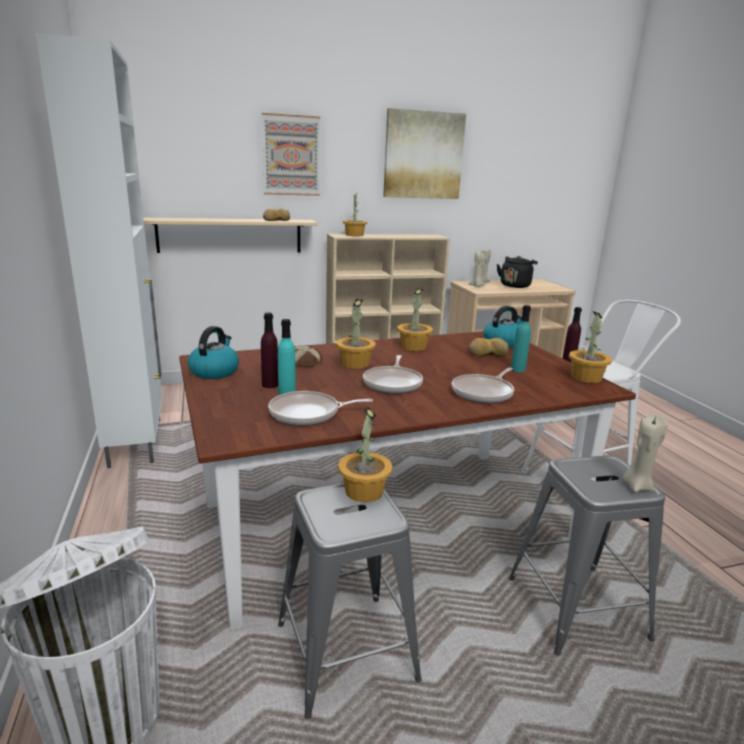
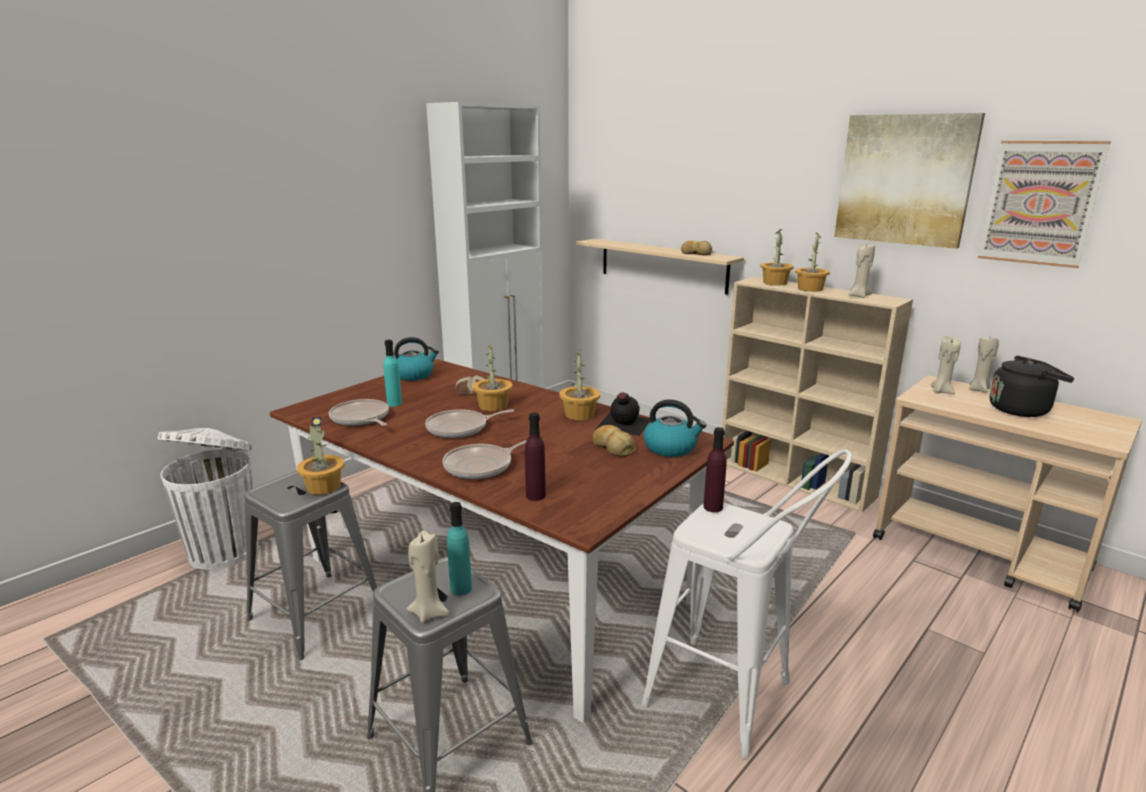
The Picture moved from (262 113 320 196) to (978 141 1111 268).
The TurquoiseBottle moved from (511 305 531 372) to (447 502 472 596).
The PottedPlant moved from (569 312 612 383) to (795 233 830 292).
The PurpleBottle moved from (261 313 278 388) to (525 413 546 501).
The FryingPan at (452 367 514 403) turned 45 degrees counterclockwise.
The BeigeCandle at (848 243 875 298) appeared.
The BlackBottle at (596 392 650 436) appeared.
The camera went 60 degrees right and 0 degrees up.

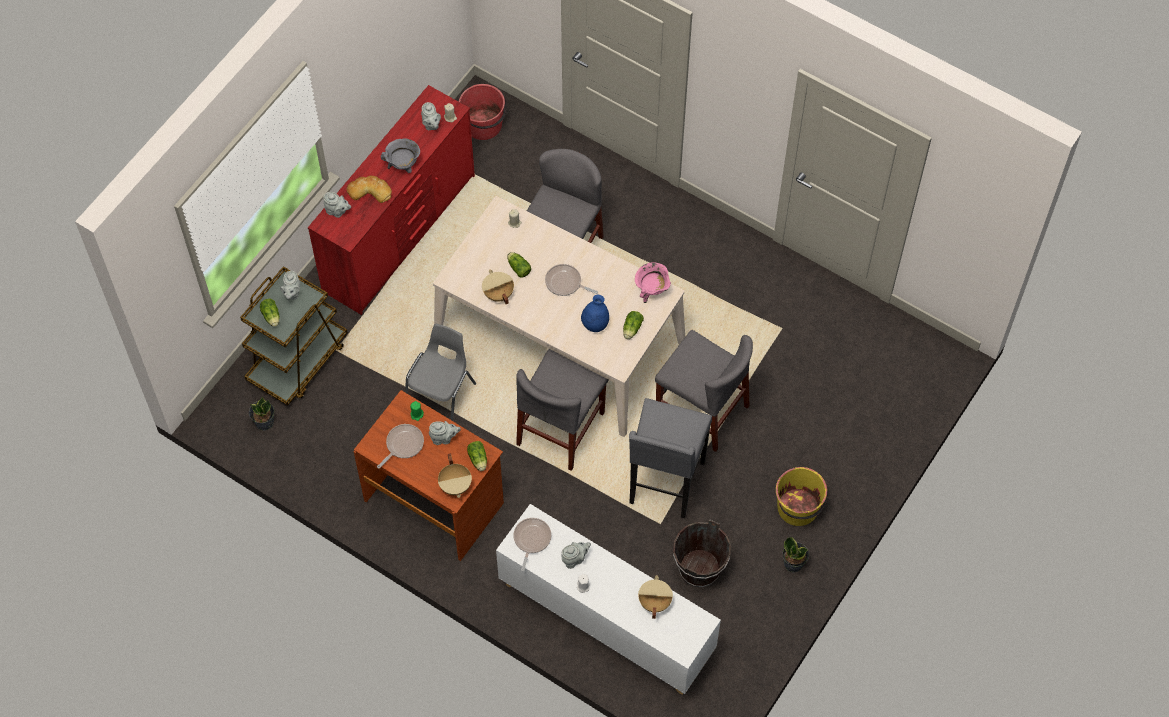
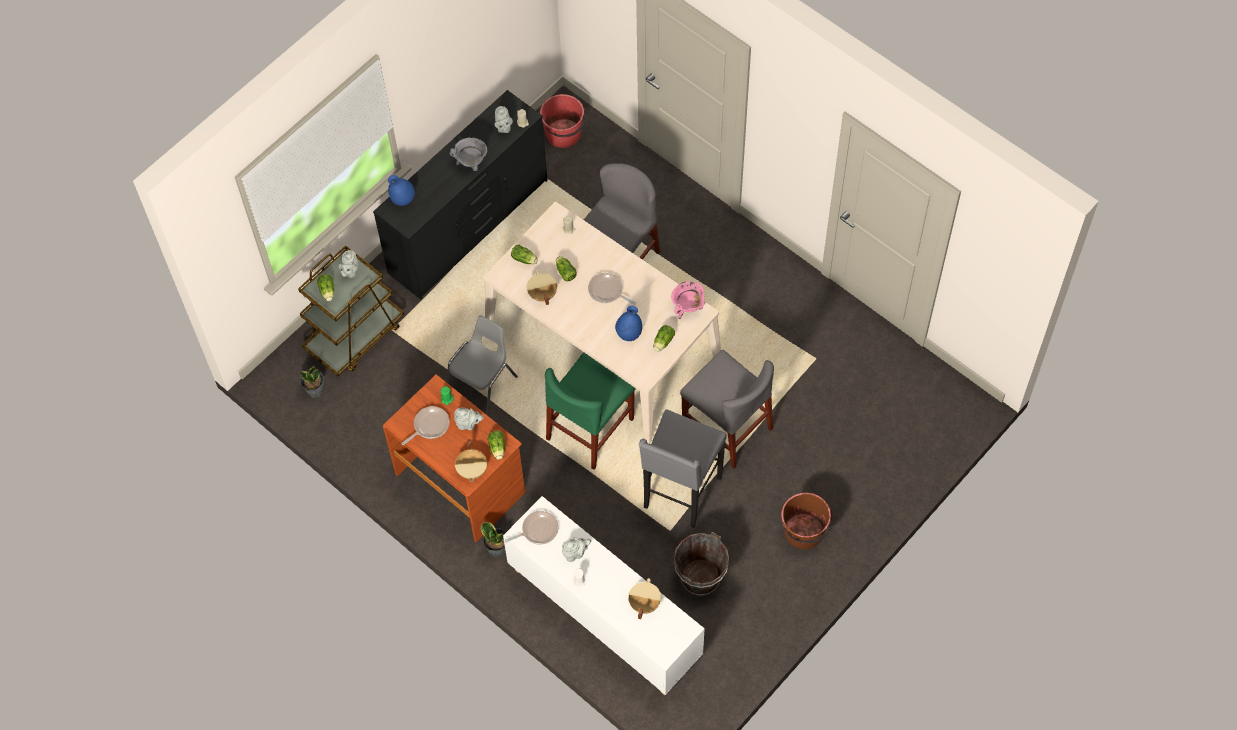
The RedDresser at (308 85 475 315) became the BlackDresser at (373 90 548 299).
The Bread at (347 176 392 203) disappeared.
The GreyTeapot at (323 192 351 218) was replaced by the BlueVase at (388 175 415 206).
The GreyChair at (516 349 608 471) became the GreenChair at (545 353 636 470).
The YellowBucket at (776 467 828 526) became the BrownBucket at (781 493 833 549).
The FryingPan at (513 518 551 571) turned 45 degrees clockwise.
The PottedPlant moved from (783 537 809 572) to (481 522 506 557).
The Lettuce at (511 245 538 265) appeared.
The camera went 10 degrees right and 0 degrees up.

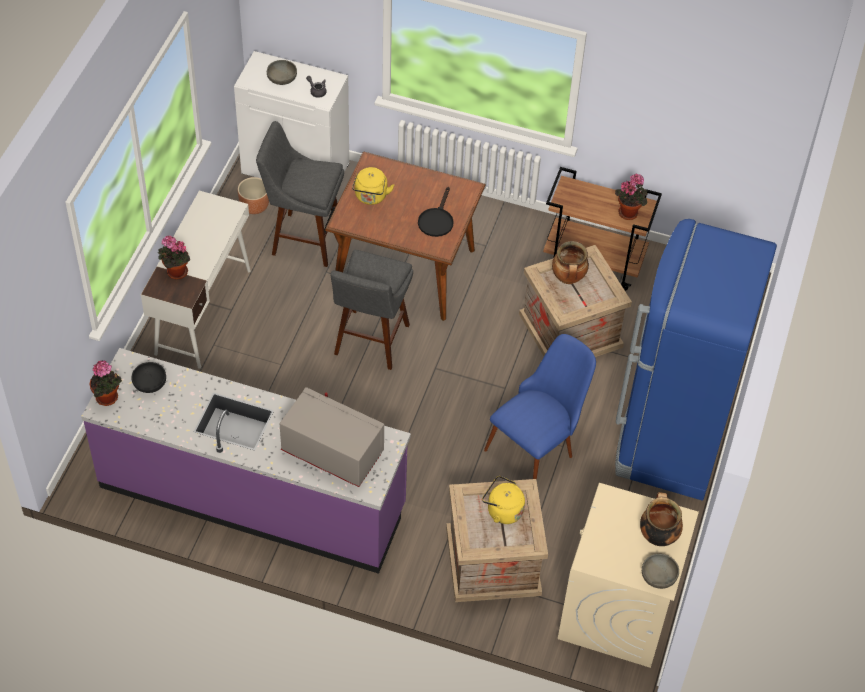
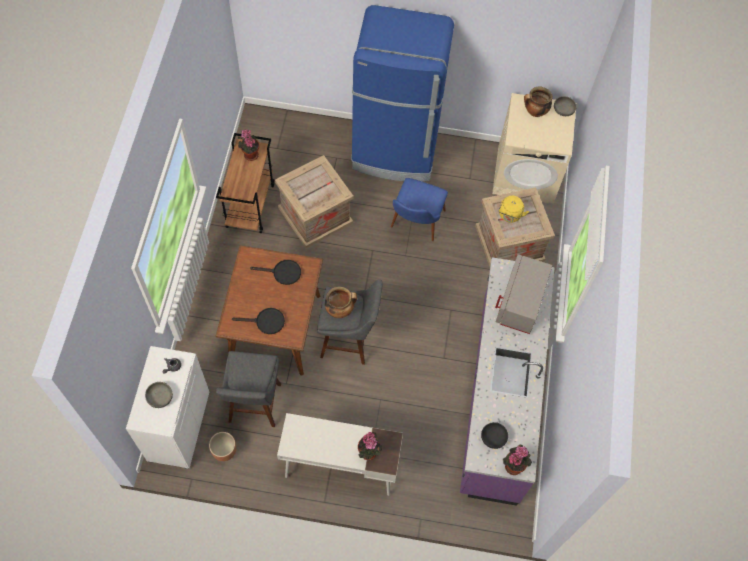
The YellowKettle at (352 167 394 205) was replaced by the BlackFryingPan at (232 308 285 334).
The CookingPot moved from (552 241 589 284) to (325 286 357 318).
The BlueChair at (484 334 596 481) turned 105 degrees counterclockwise.
The camera went 100 degrees left and 10 degrees up.

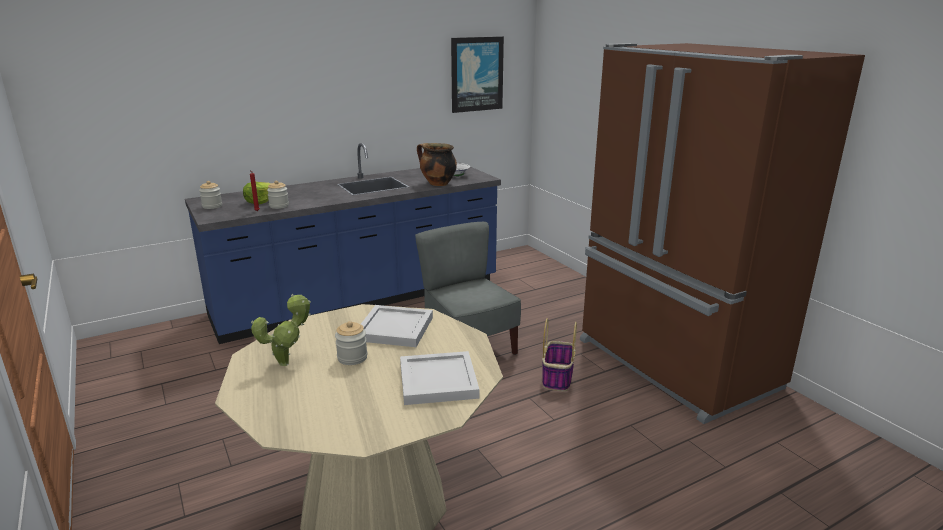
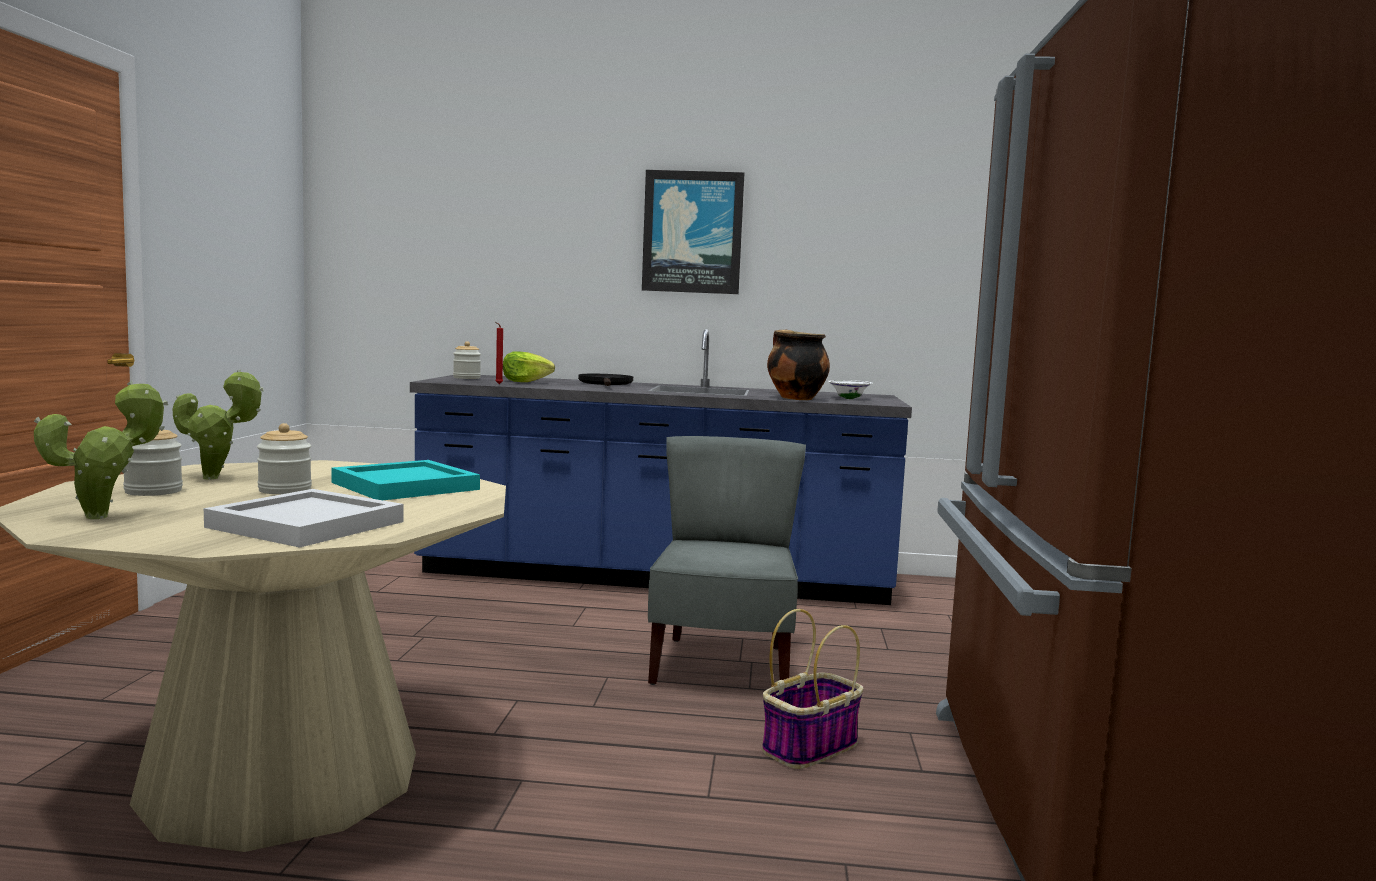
The Picture moved from (451 36 504 113) to (642 170 744 294).
The Jar moved from (267 181 289 209) to (123 430 183 496).
The WhiteTray at (361 305 433 347) became the TurquoiseTray at (331 460 480 500).
The BlackFryingPan at (578 374 633 386) appeared.
The PottedPlant at (34 381 168 519) appeared.
The camera went 35 degrees right and 15 degrees down.

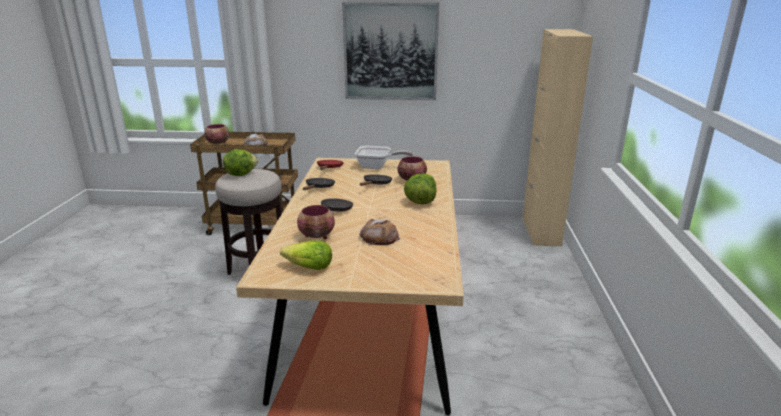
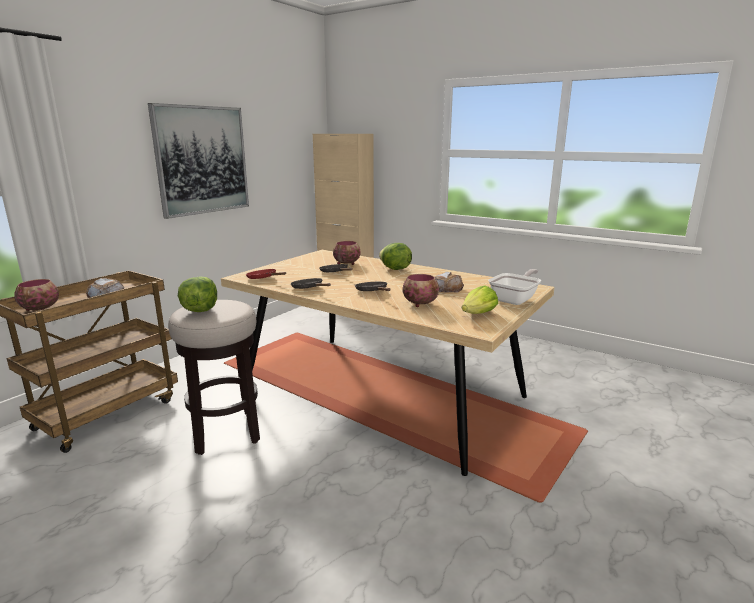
The FryingPan moved from (355 146 413 169) to (488 269 541 305).
The camera went 60 degrees left and 5 degrees down.

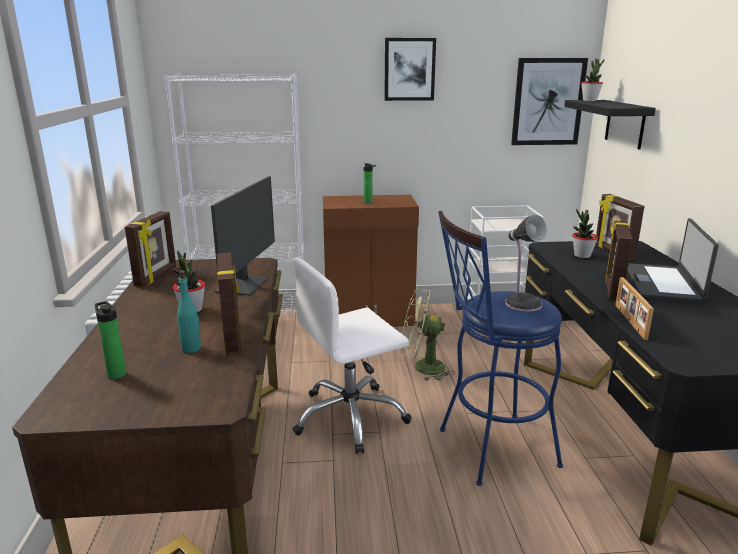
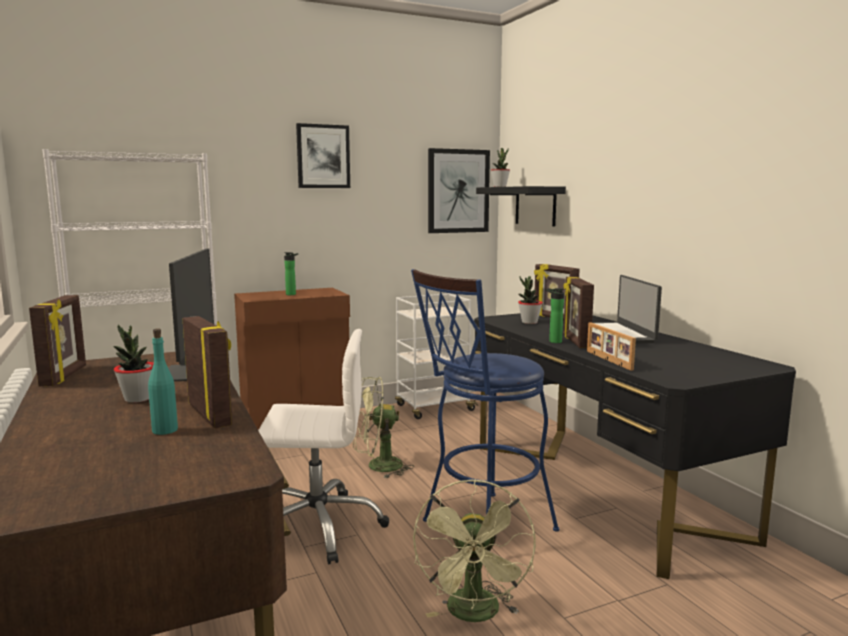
The TableLamp at (505 215 546 312) disappeared.
The WhiteOfficeChair at (293 257 411 454) turned 135 degrees counterclockwise.
The Bottle moved from (95 301 126 379) to (546 288 565 343).
The GreenFan at (413 479 536 622) appeared.
The camera went 20 degrees left and 10 degrees down.

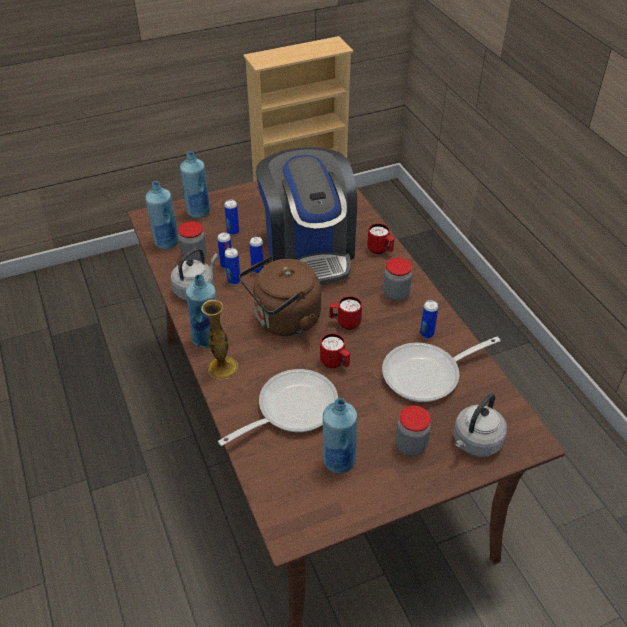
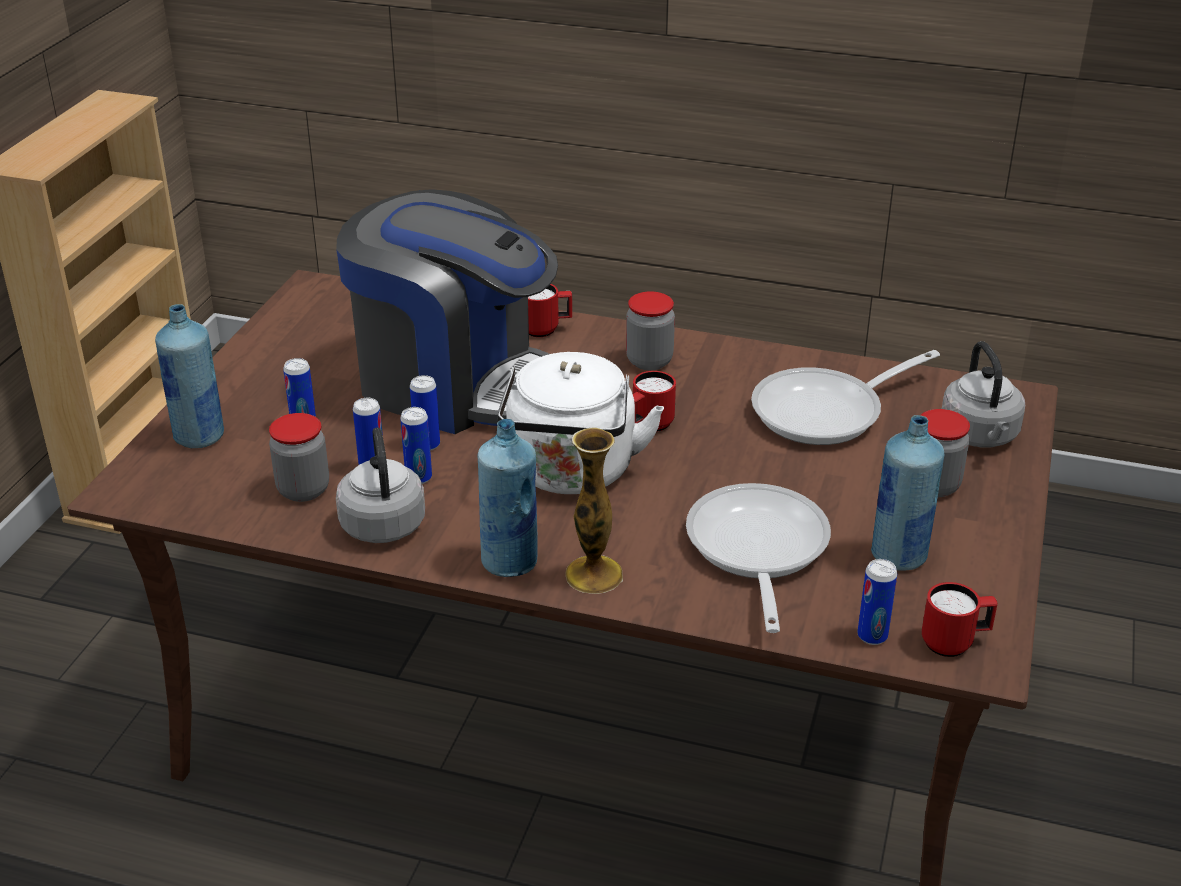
The BlueBottle at (145 181 179 249) disappeared.
The BrownKettle at (239 256 321 336) became the WhiteKettle at (497 352 664 494).
The Can moved from (420 300 438 338) to (857 559 897 645).
The RedMug moved from (320 333 350 368) to (922 582 998 657).
The FryingPan at (382 337 501 402) turned 45 degrees clockwise.
The camera went 50 degrees left and 10 degrees down.

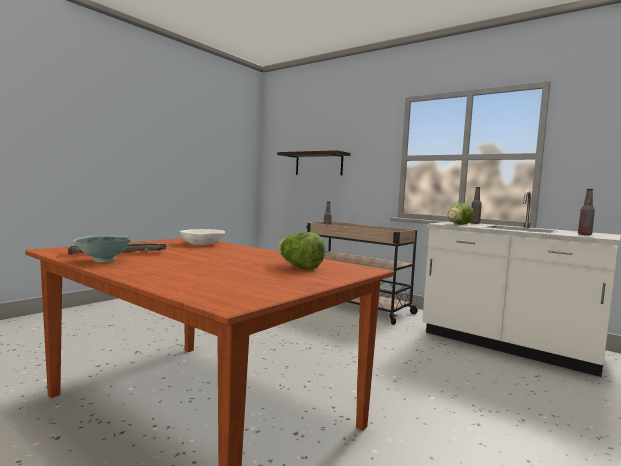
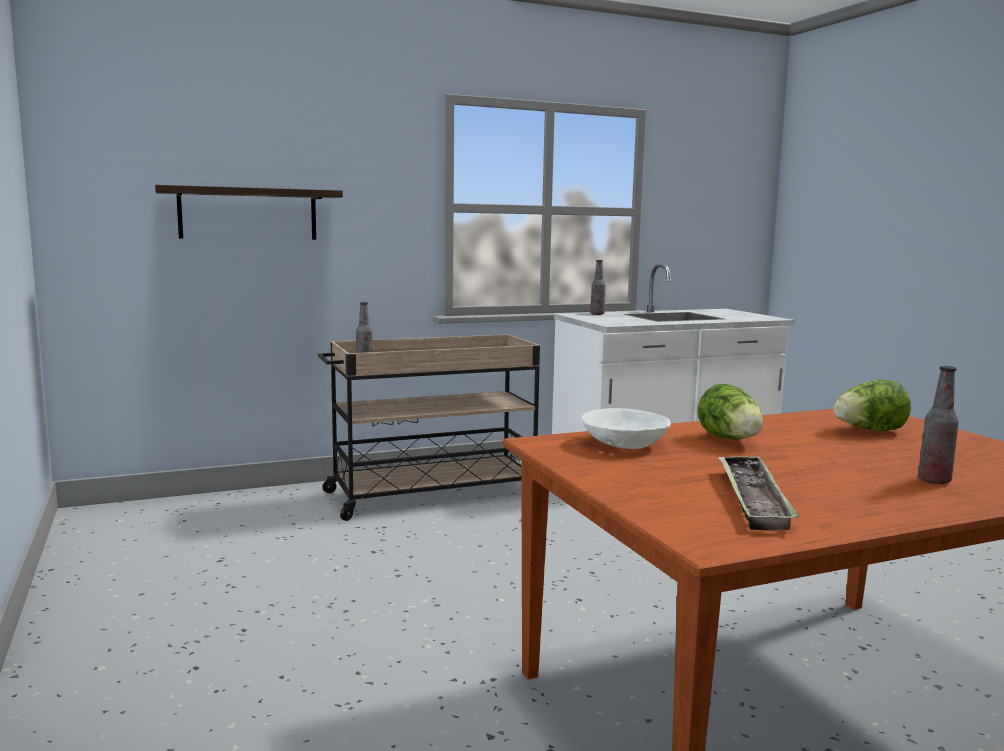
The Bottle moved from (578 189 595 235) to (918 366 959 484).
The Lettuce moved from (448 203 474 225) to (698 383 763 440).
The Bowl at (73 236 132 263) disappeared.
The camera went 60 degrees left and 5 degrees up.

